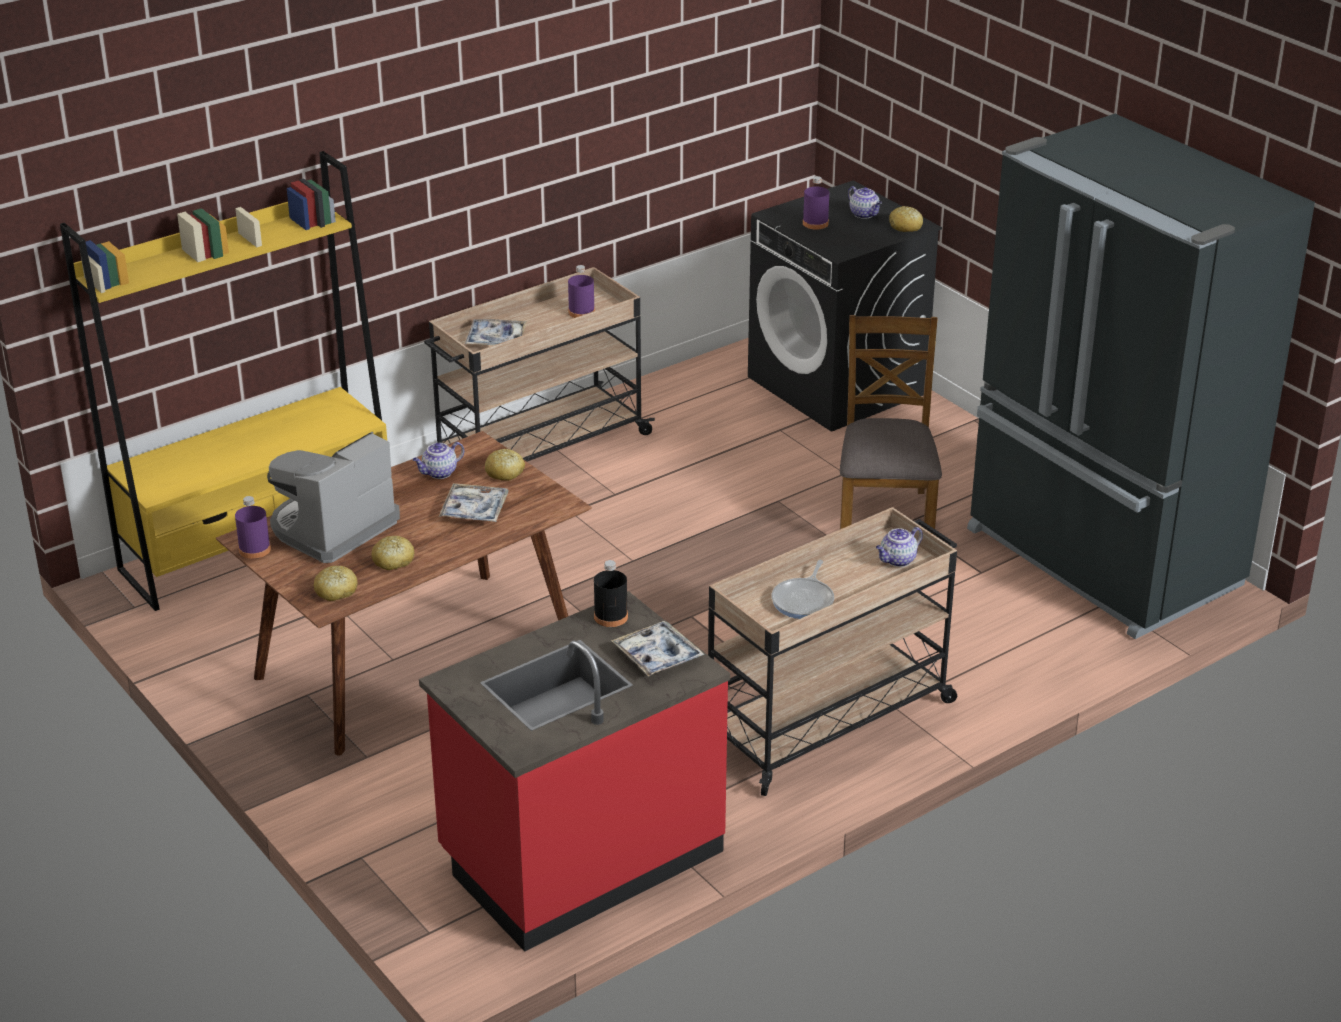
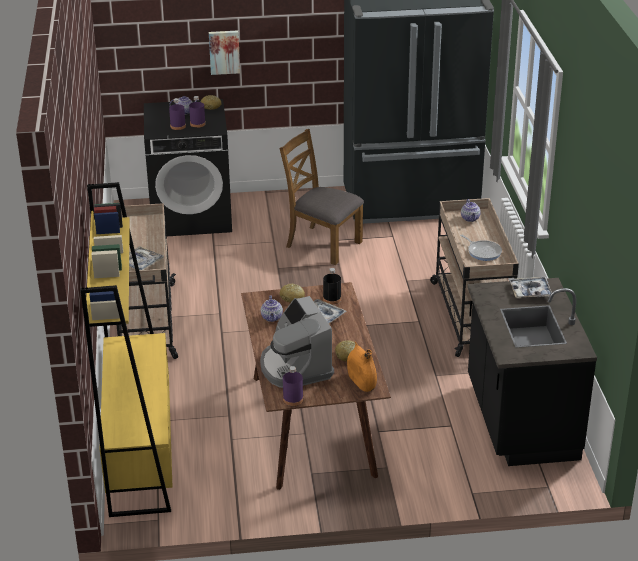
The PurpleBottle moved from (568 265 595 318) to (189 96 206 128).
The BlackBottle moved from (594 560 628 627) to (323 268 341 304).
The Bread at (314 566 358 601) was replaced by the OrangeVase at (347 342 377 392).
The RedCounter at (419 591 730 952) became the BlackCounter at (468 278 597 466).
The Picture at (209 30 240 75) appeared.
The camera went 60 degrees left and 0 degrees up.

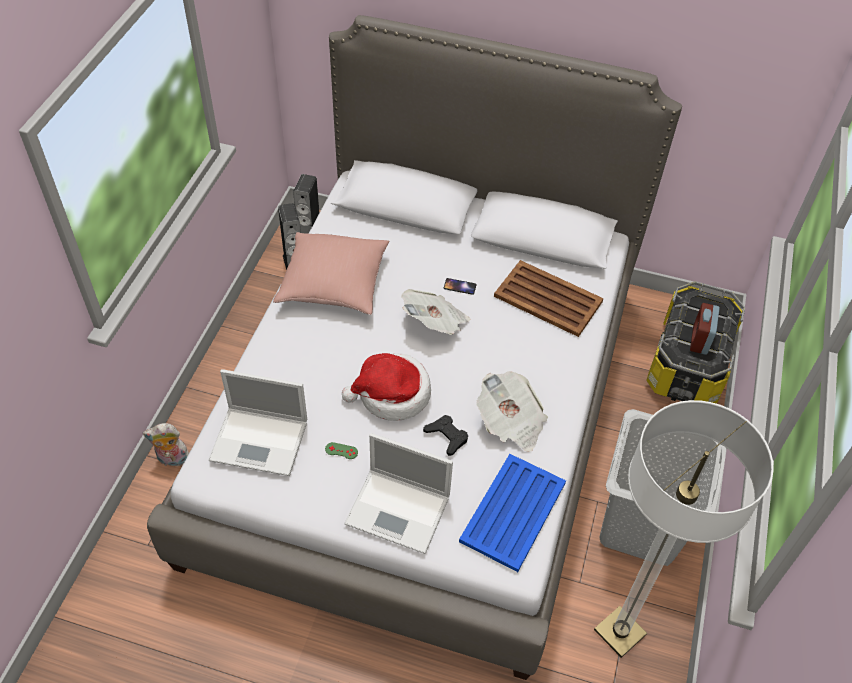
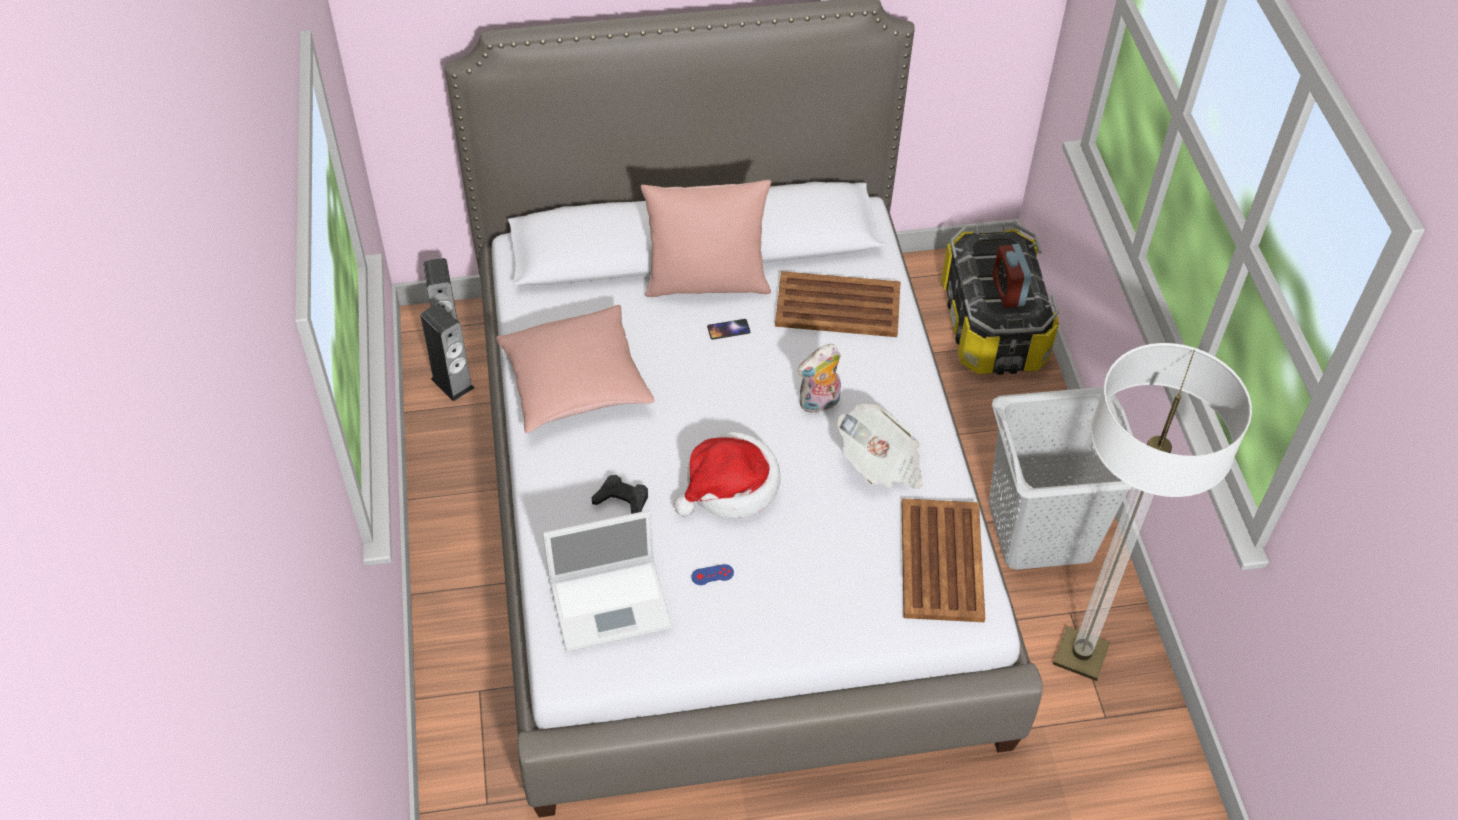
The Newspaper at (401 289 471 335) disappeared.
The BlackGameController moved from (423 415 468 456) to (591 475 648 514).
The PlushToy moved from (143 423 189 467) to (797 344 841 413).
The Laptop at (344 433 453 554) disappeared.
The GreenGameController at (325 442 358 459) became the BlueGameController at (691 564 734 585).
The BlueTray at (459 454 566 572) became the BrownTray at (902 498 985 622).
The PinkPillow at (641 180 771 297) appeared.
The camera went 25 degrees left and 0 degrees up.

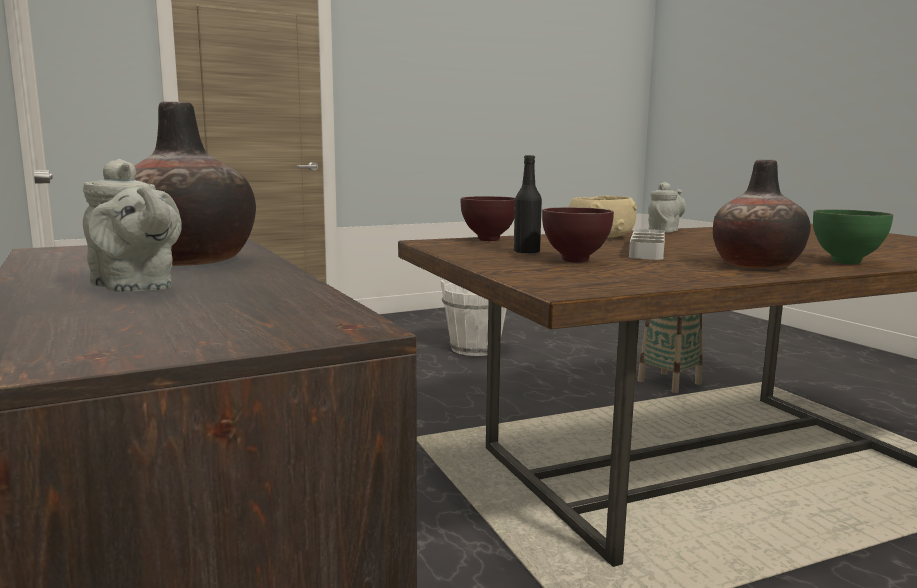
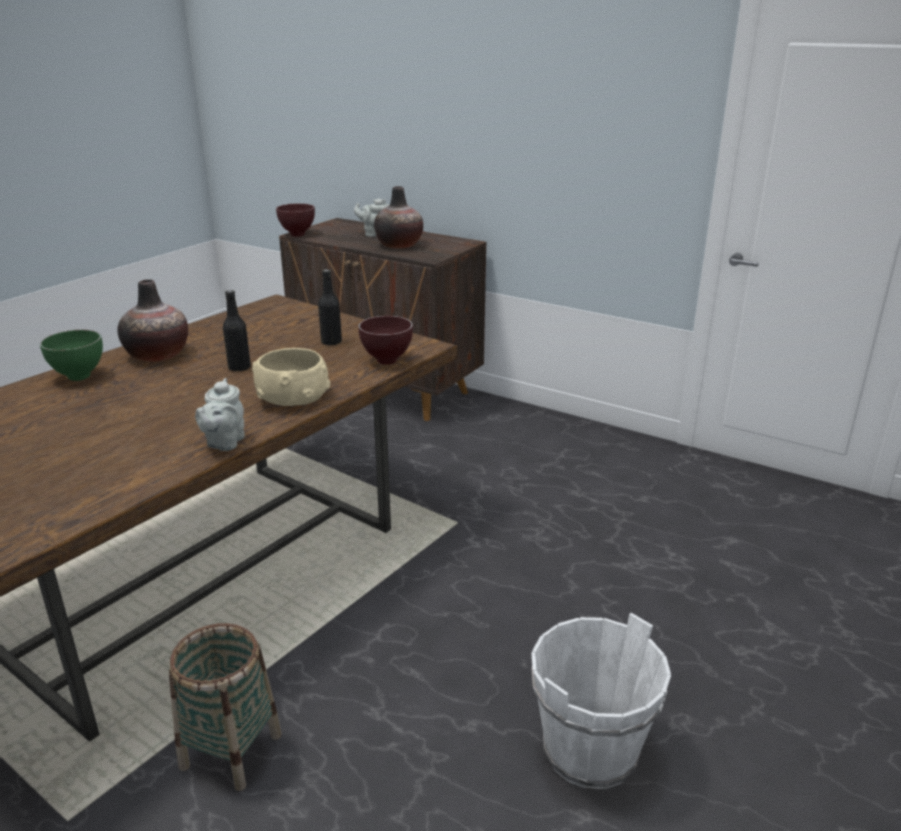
The BrownBowl moved from (542 207 614 263) to (276 203 315 236).
The GreyTray at (629 229 665 260) was replaced by the BlackBottle at (223 290 251 372).
The camera went 150 degrees right and 15 degrees up.

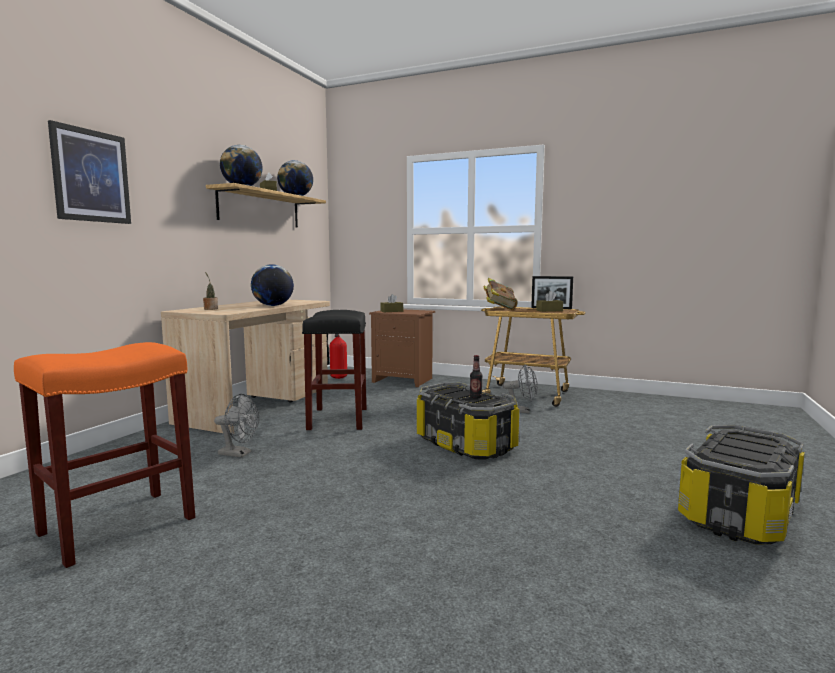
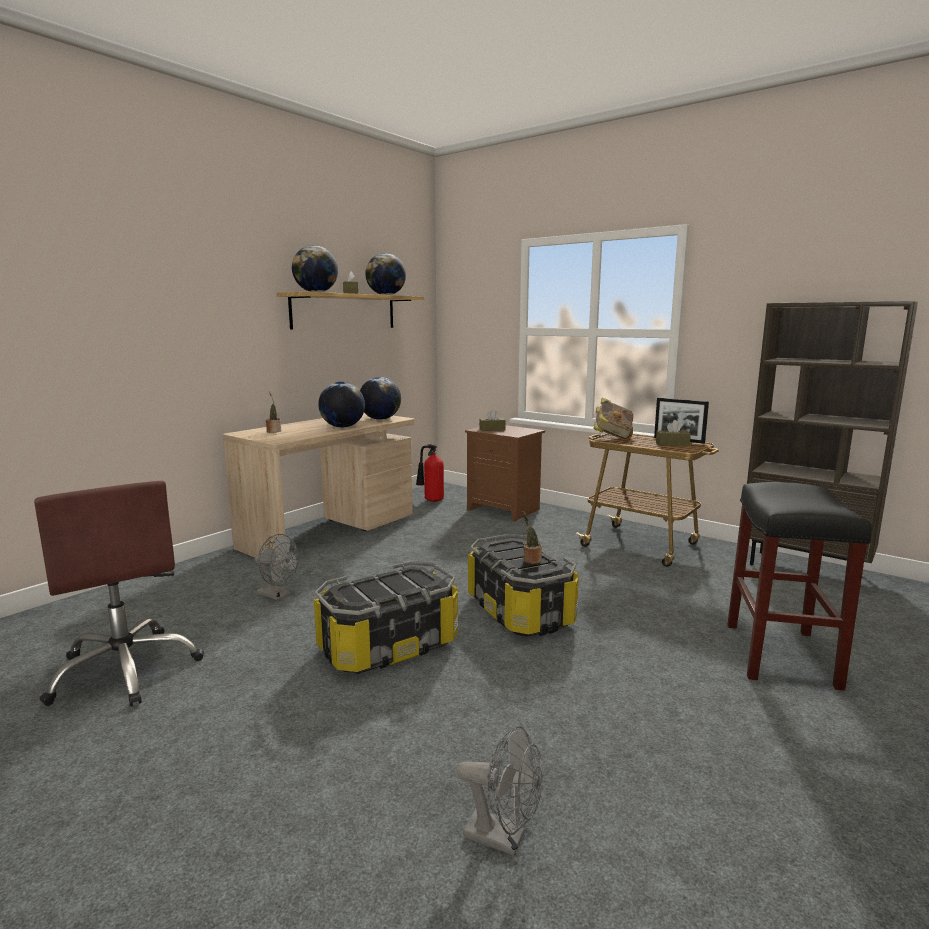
The Picture at (48 120 131 224) disappeared.
The BlackStool moved from (302 310 367 430) to (727 482 871 691).
The OrangeStool at (14 342 195 568) was replaced by the BrownOfficeChair at (34 481 204 706).
The Bottle at (470 355 483 399) was replaced by the PottedPlant at (522 511 542 564).
The GreyFan moved from (503 364 538 413) to (457 726 543 856).
The StorageBox moved from (678 425 805 545) to (314 561 458 674).
The BrownBookcase at (747 301 918 565) appeared.
The Globe at (360 377 401 420) appeared.
The camera went 15 degrees right and 5 degrees up.

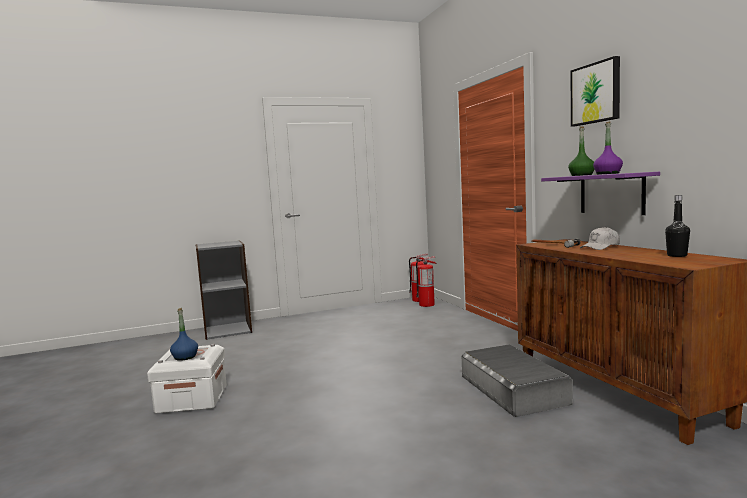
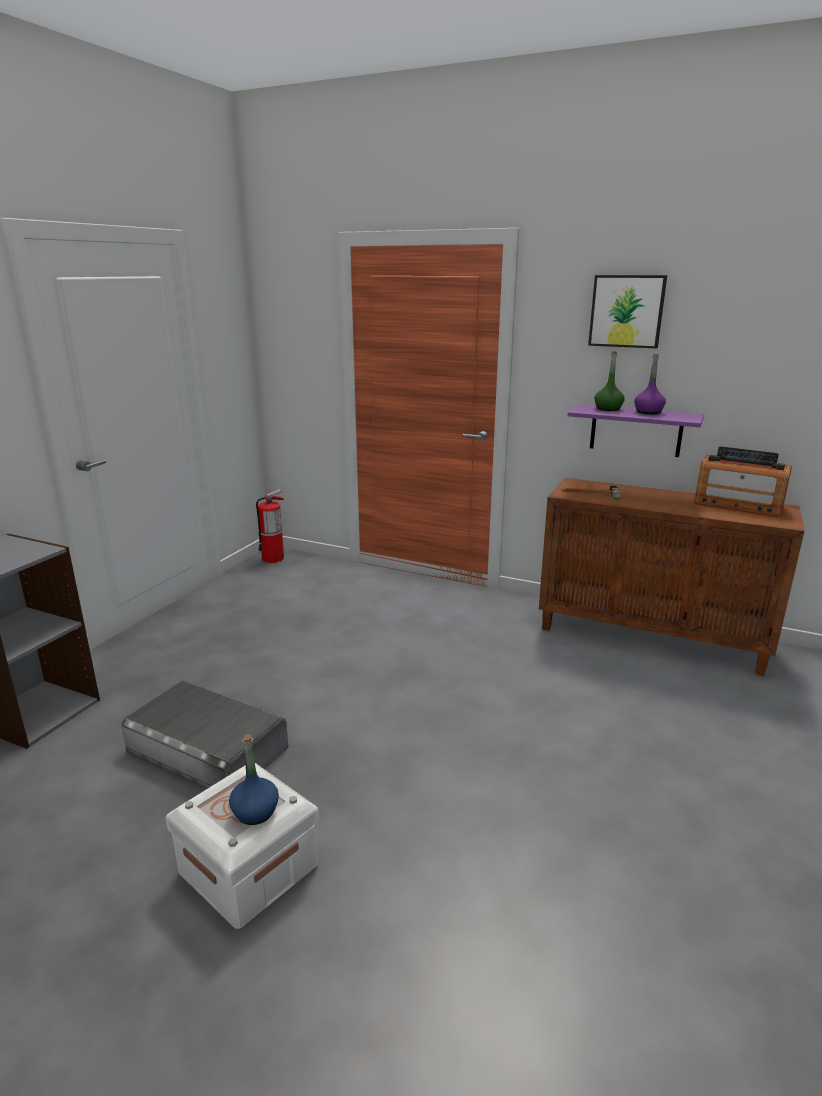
The BlackBottle at (665 195 690 257) was replaced by the Radio at (694 446 792 517).
The WhiteCap at (580 226 620 250) disappeared.
The FireExtinguisher at (416 256 437 307) disappeared.
The GreyStorageBox moved from (462 344 573 417) to (121 681 289 789).
The camera went 45 degrees left and 15 degrees up.

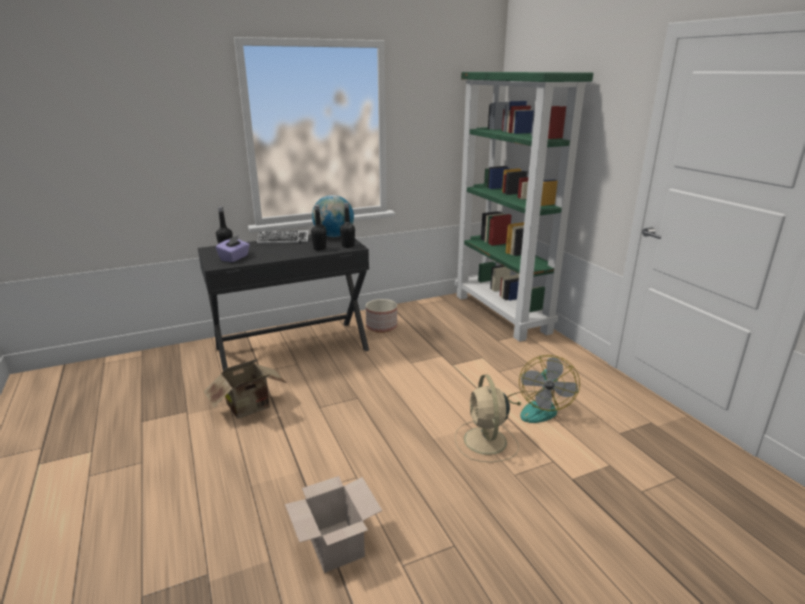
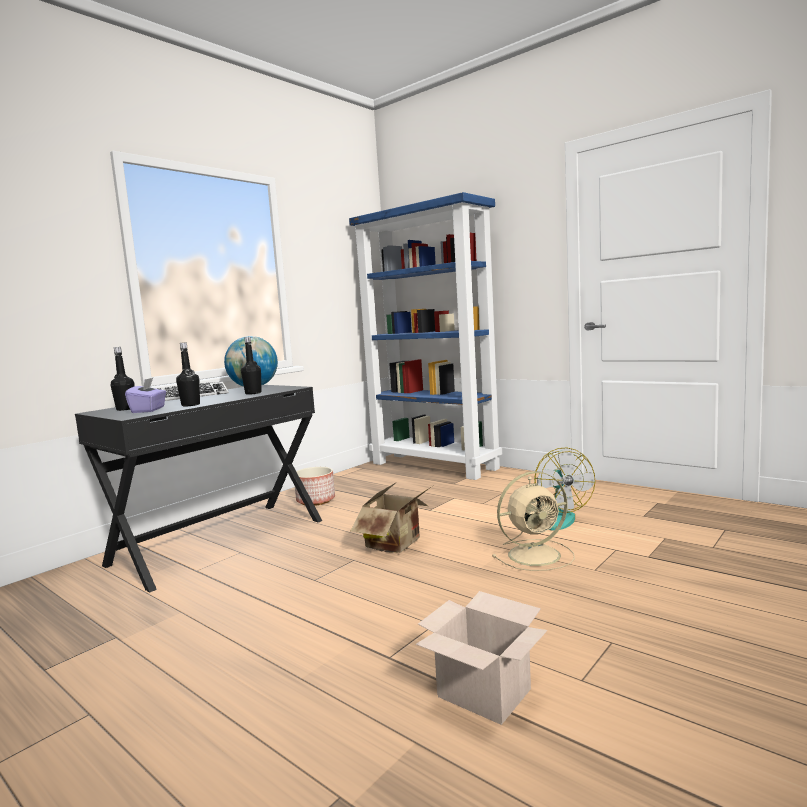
The GreenBookcase at (455 72 593 342) became the BlueBookcase at (349 192 502 480).
The BlackBottle moved from (340 203 355 248) to (176 342 200 406).
The CardboardBox moved from (204 359 286 419) to (351 482 432 553).
The BeigeFan at (455 374 519 462) turned 75 degrees counterclockwise.
The camera went 25 degrees left and 15 degrees down.

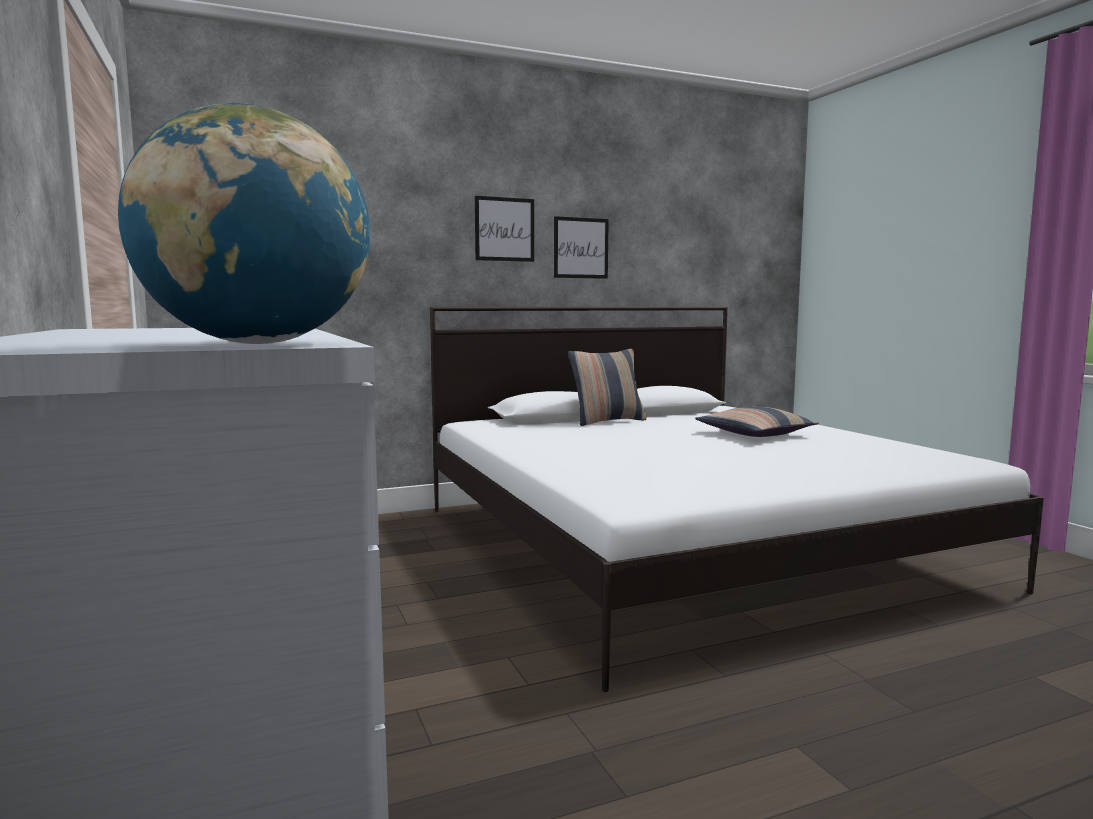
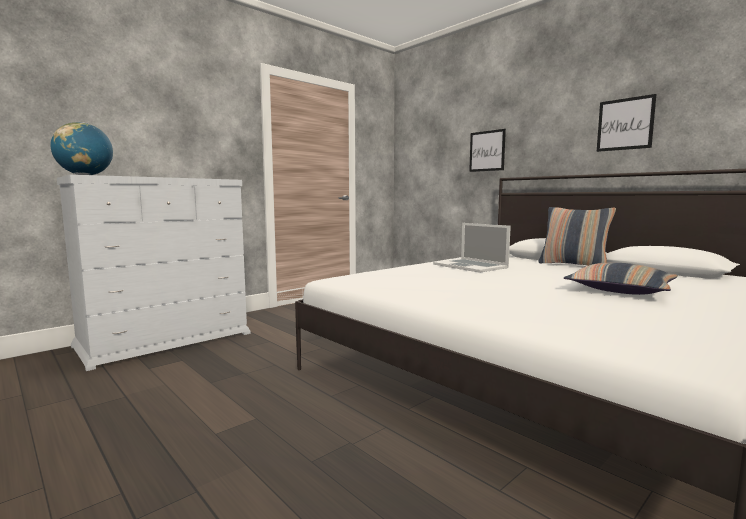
The Picture moved from (475 196 534 262) to (469 129 506 172).
The Laptop at (433 223 511 273) appeared.
The camera went 70 degrees right and 0 degrees up.

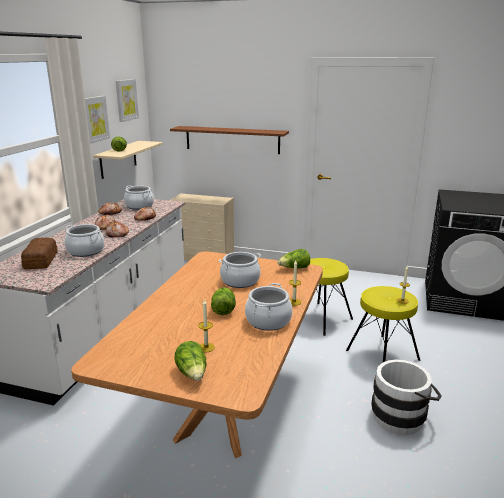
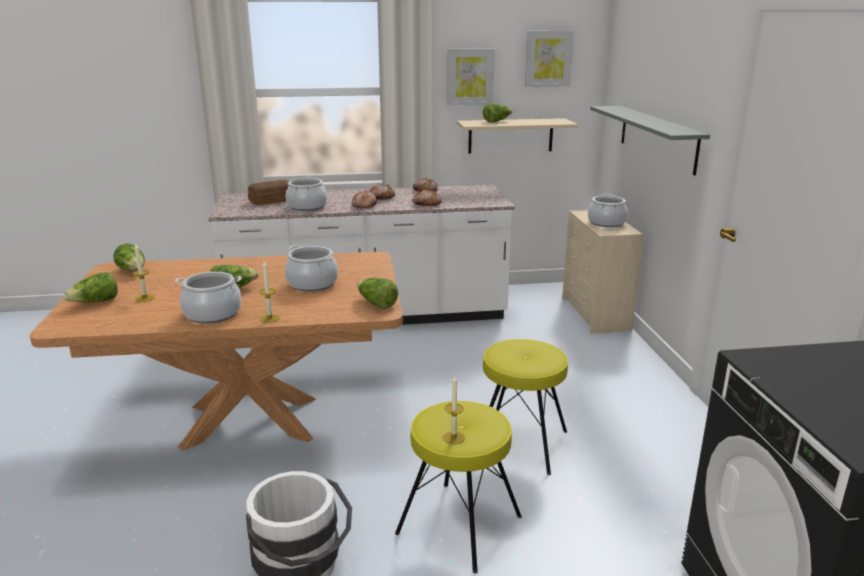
The BrownShelf at (170 126 289 154) became the GreyShelf at (590 106 710 176).
The CookingPot moved from (124 185 154 210) to (588 194 628 227).
The Lettuce at (113 243 145 271) appeared.
The camera went 65 degrees right and 0 degrees up.

